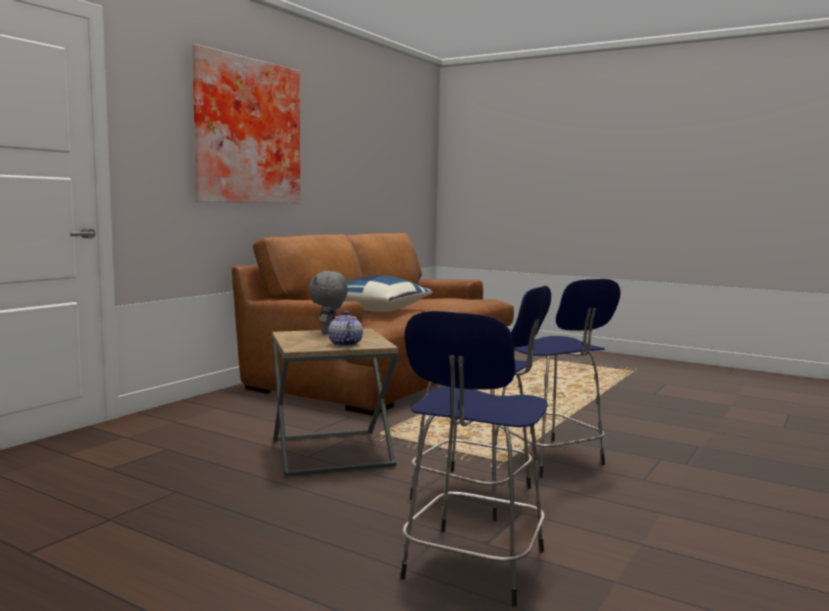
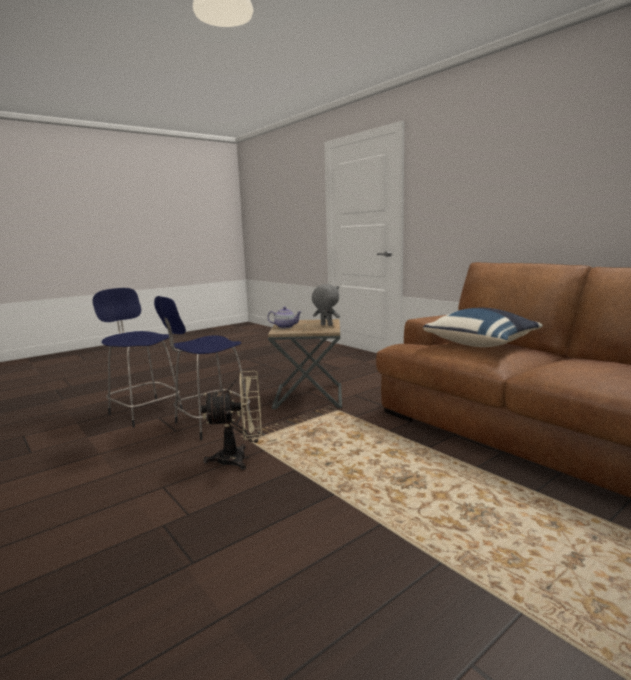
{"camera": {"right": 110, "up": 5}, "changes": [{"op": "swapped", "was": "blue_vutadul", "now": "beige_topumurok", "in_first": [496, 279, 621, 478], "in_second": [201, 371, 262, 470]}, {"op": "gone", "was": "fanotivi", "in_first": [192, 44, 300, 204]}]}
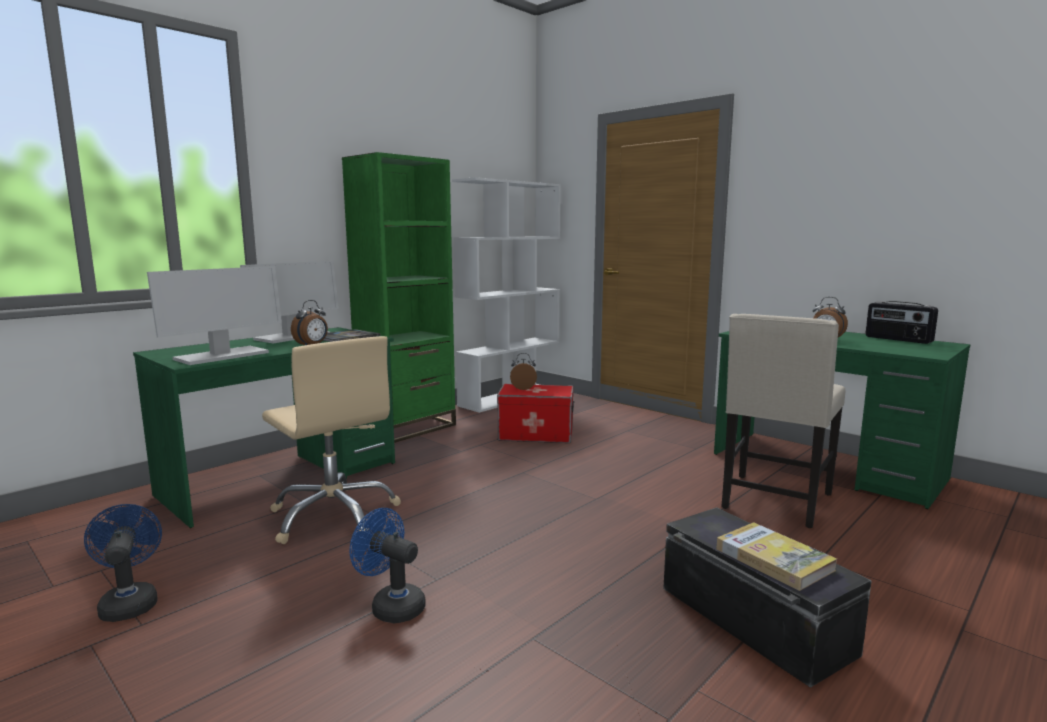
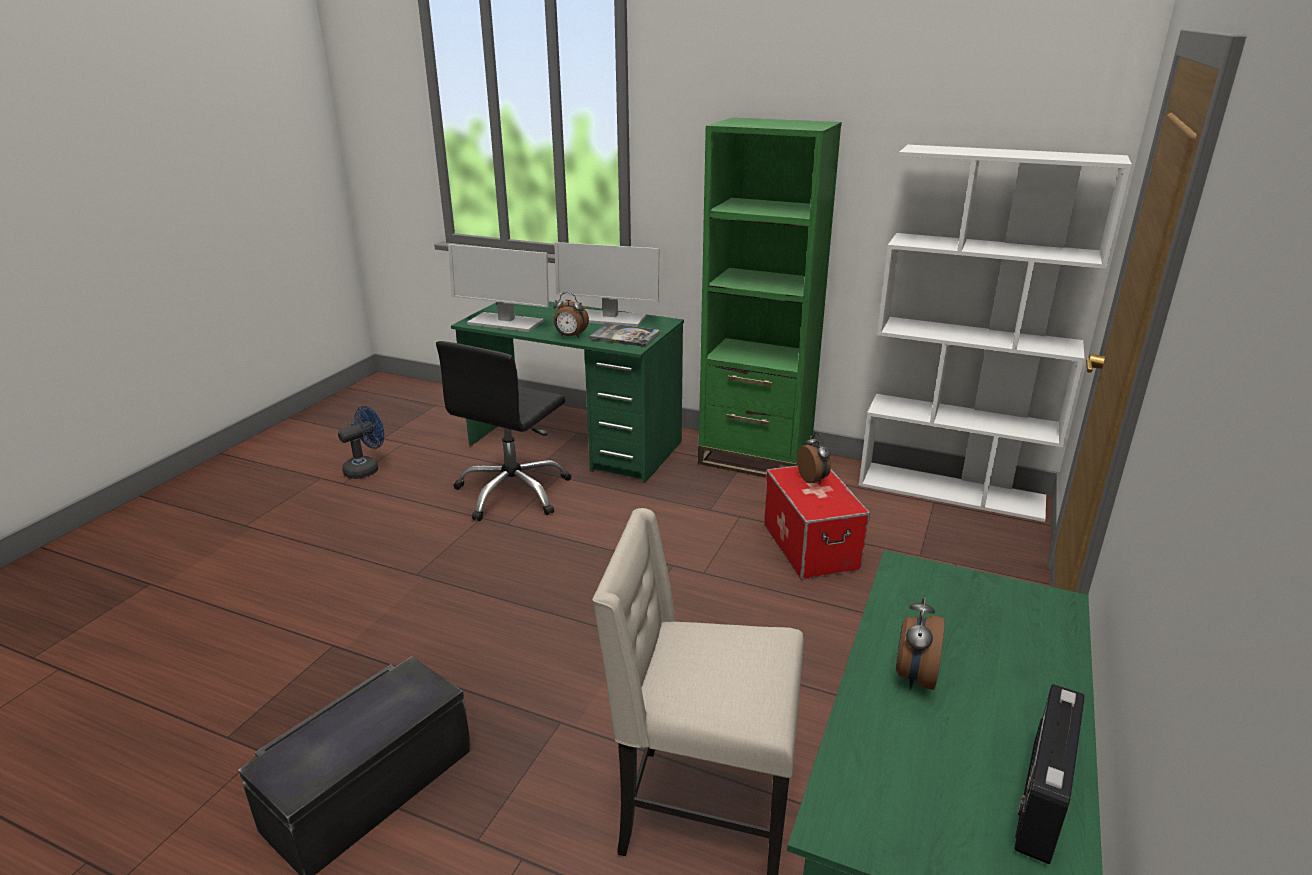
{"camera": {"right": 70, "up": 15}, "changes": [{"op": "repainted", "was": "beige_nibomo", "now": "black_nibomo", "in_first": [262, 336, 401, 544], "in_second": [436, 341, 571, 521]}, {"op": "gone", "was": "blue_topumurok", "in_first": [350, 508, 426, 623]}, {"op": "gone", "was": "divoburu", "in_first": [716, 522, 837, 591]}]}
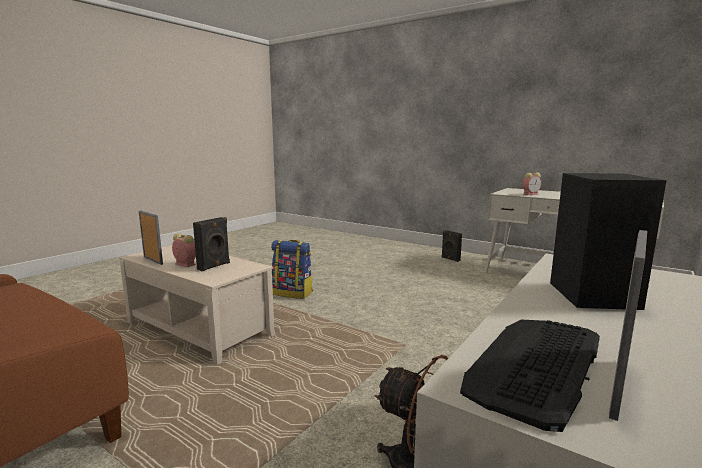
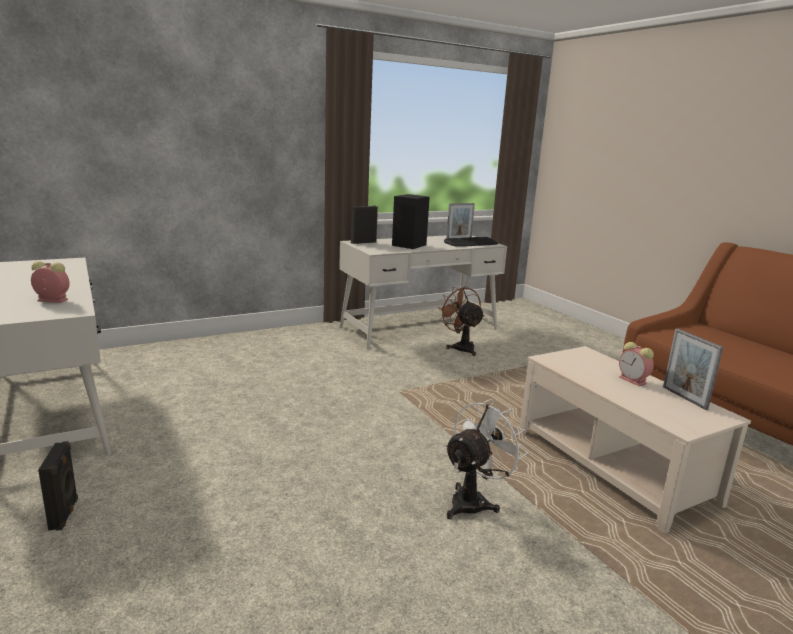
{"camera": {"right": -155, "up": 5}, "changes": [{"op": "shifted", "was": "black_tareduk", "in_first": [193, 217, 230, 271], "in_second": [351, 206, 378, 244]}, {"op": "swapped", "was": "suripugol", "now": "white_topumurok", "in_first": [271, 240, 313, 299], "in_second": [444, 399, 528, 519]}]}
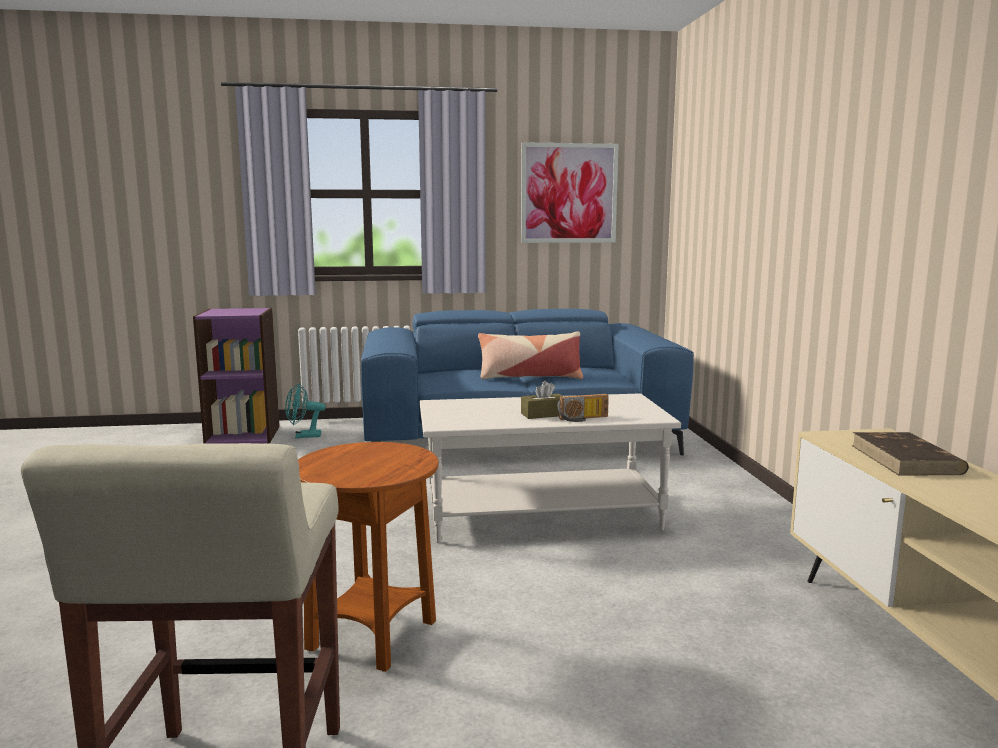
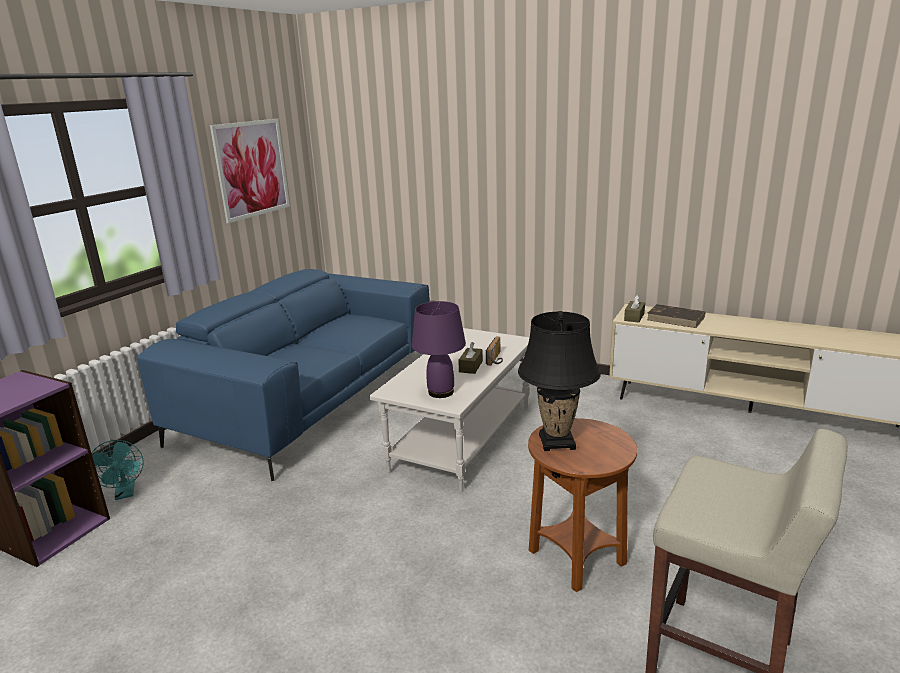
{"camera": {"right": -55, "up": 10}, "changes": [{"op": "rotated", "was": "turquoise_topumurok", "in_first": [285, 383, 326, 438], "in_second": [91, 440, 144, 500], "clockwise": -45}, {"op": "new", "now": "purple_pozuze", "in_second": [412, 301, 466, 398]}, {"op": "new", "now": "black_pozuze", "in_second": [518, 311, 601, 451]}, {"op": "new", "now": "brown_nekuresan", "in_second": [624, 295, 645, 323]}, {"op": "gone", "was": "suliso", "in_first": [478, 331, 583, 380]}]}
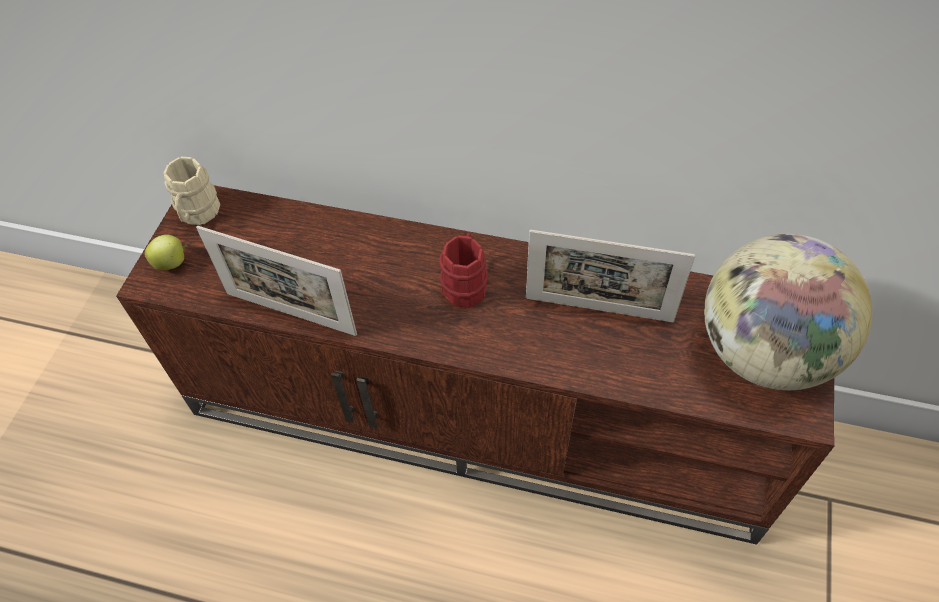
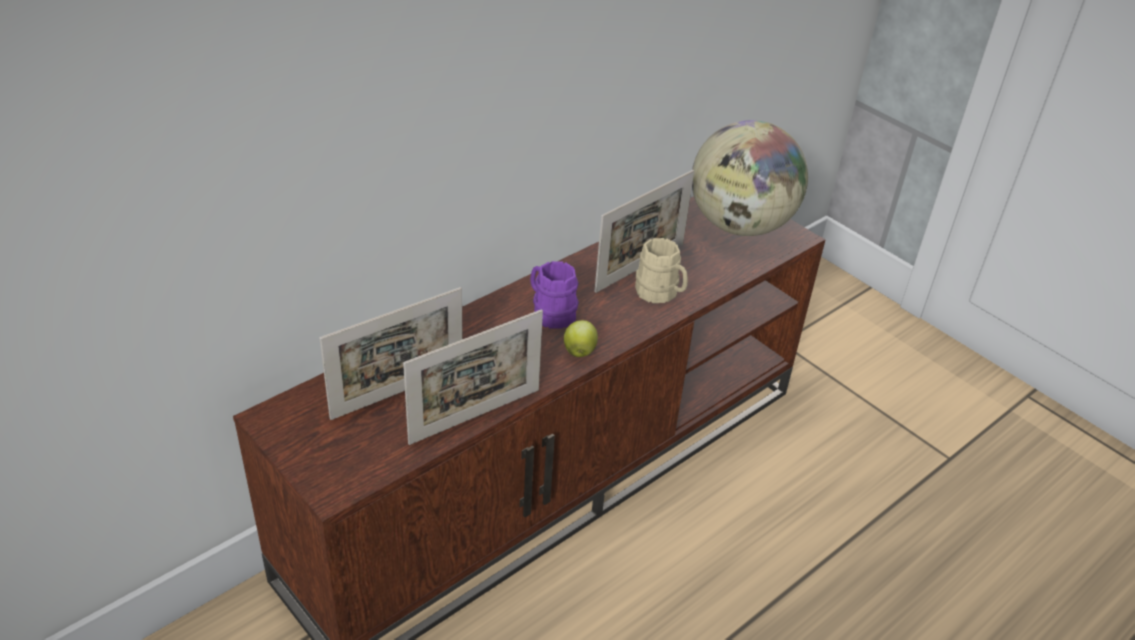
{"camera": {"right": -60, "up": -15}, "changes": [{"op": "new", "now": "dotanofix", "in_second": [319, 287, 463, 420]}, {"op": "repainted", "was": "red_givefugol", "now": "purple_givefugol", "in_first": [439, 233, 488, 308], "in_second": [530, 261, 579, 329]}, {"op": "shifted", "was": "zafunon", "in_first": [144, 235, 187, 270], "in_second": [564, 320, 598, 357]}, {"op": "shifted", "was": "beige_givefugol", "in_first": [164, 157, 220, 225], "in_second": [635, 238, 688, 303]}]}
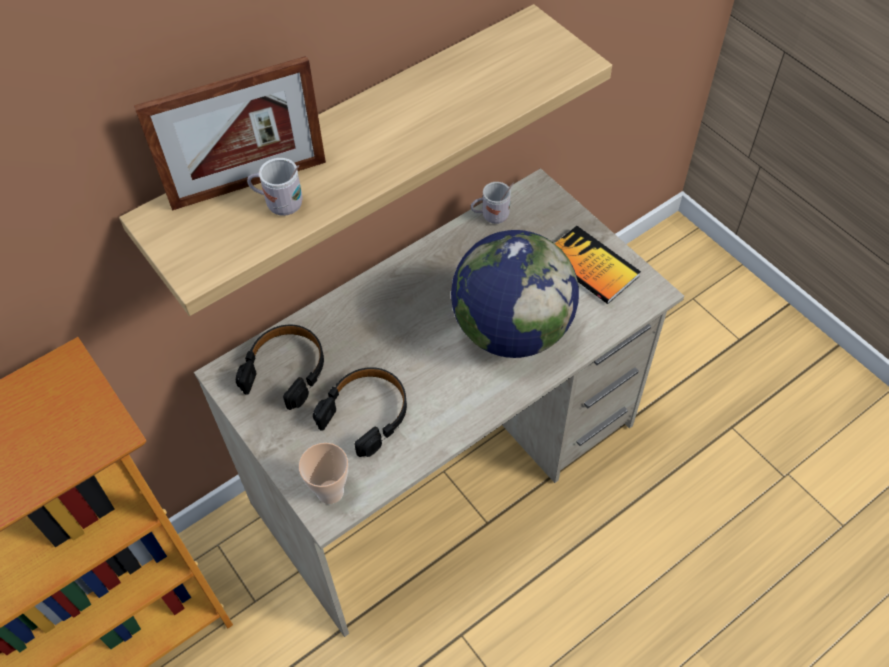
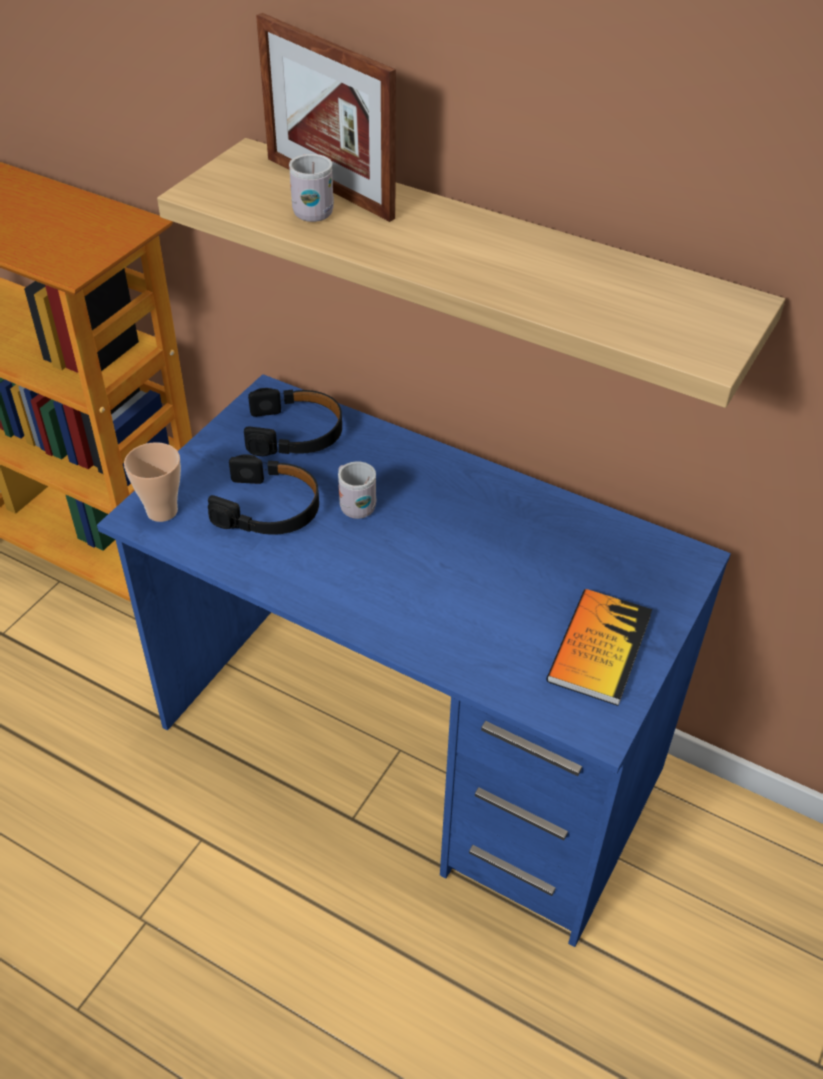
{"camera": {"right": 65, "up": -10}, "changes": [{"op": "repainted", "was": "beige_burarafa", "now": "blue_burarafa", "in_first": [194, 168, 684, 637], "in_second": [97, 374, 731, 947]}, {"op": "shifted", "was": "white_givefugol", "in_first": [471, 182, 514, 224], "in_second": [338, 461, 376, 519]}, {"op": "gone", "was": "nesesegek", "in_first": [451, 230, 579, 358]}]}
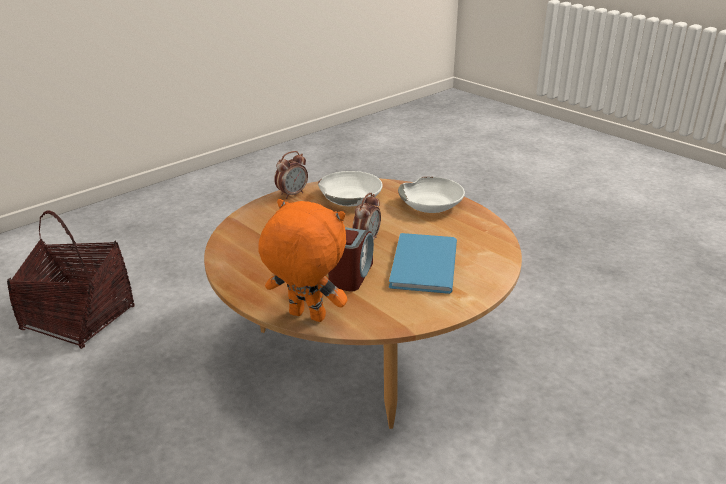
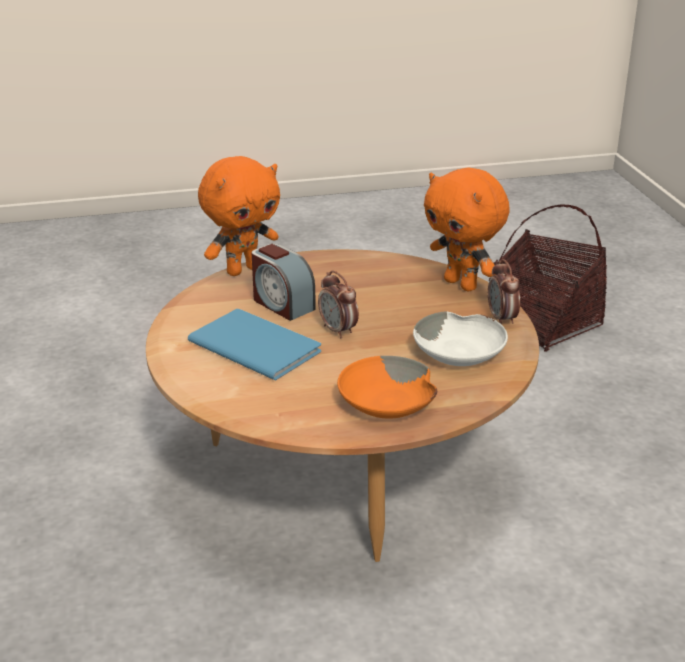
{"camera": {"right": 120, "up": 0}, "changes": [{"op": "repainted", "was": "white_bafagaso", "now": "orange_bafagaso", "in_first": [398, 177, 465, 213], "in_second": [337, 356, 438, 419]}, {"op": "new", "now": "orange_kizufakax", "in_second": [424, 167, 510, 291]}]}
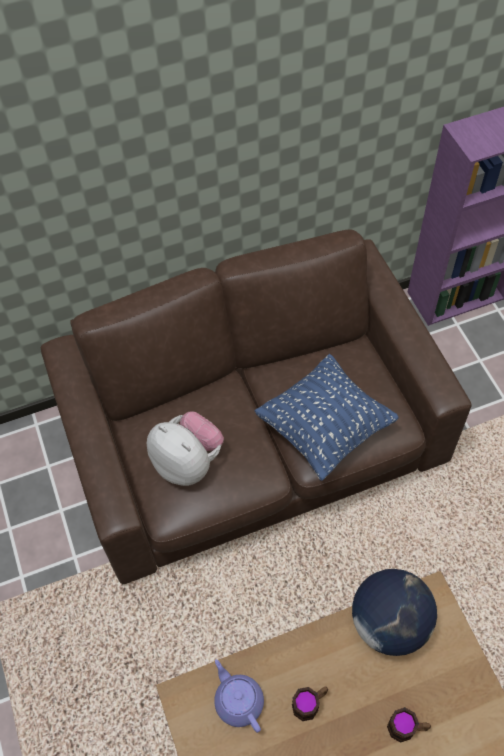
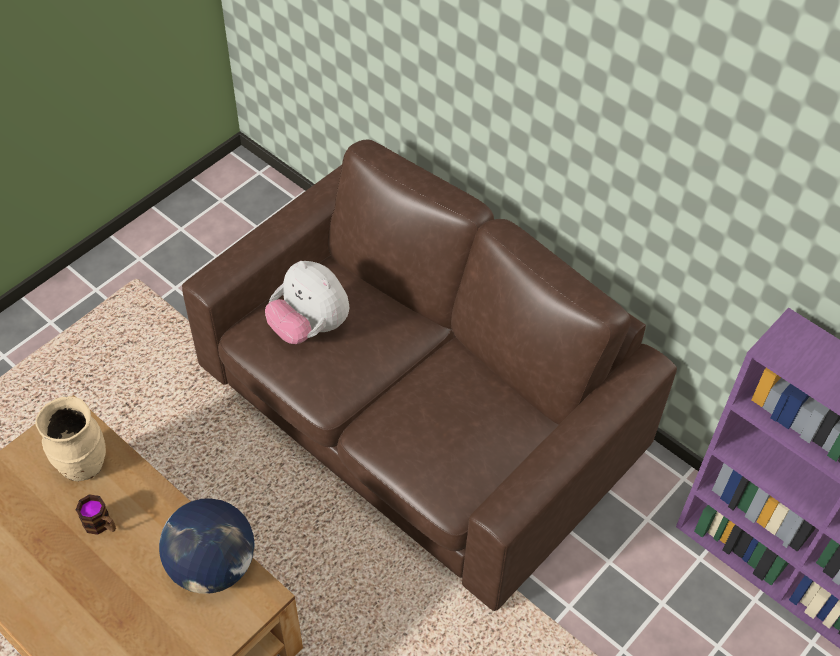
{"camera": {"right": 60, "up": -5}, "changes": [{"op": "swapped", "was": "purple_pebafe", "now": "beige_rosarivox", "in_first": [214, 659, 264, 733], "in_second": [35, 396, 106, 481]}, {"op": "rotated", "was": "kizufakax", "in_first": [147, 411, 224, 486], "in_second": [265, 261, 349, 344], "clockwise": 120}, {"op": "gone", "was": "blue_suliso", "in_first": [254, 354, 399, 481]}, {"op": "gone", "was": "givefugol", "in_first": [387, 707, 431, 742]}]}
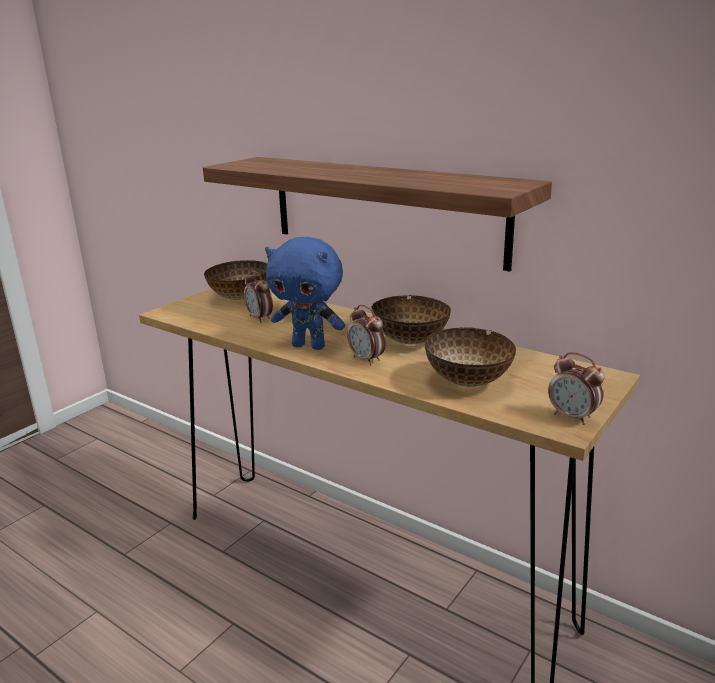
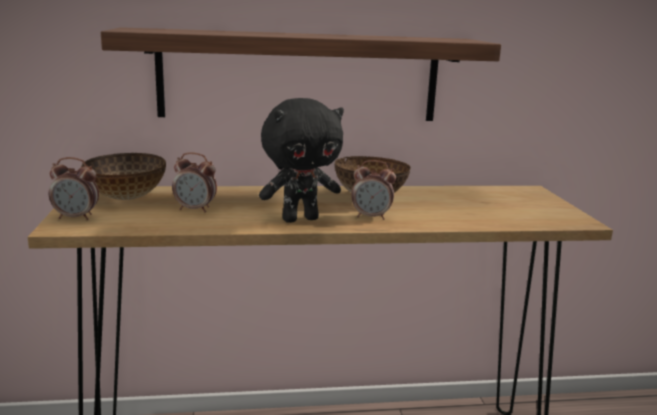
{"camera": {"right": -45, "up": -5}, "changes": [{"op": "shifted", "was": "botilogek", "in_first": [548, 352, 604, 425], "in_second": [49, 157, 99, 220]}, {"op": "repainted", "was": "blue_kizufakax", "now": "black_kizufakax", "in_first": [265, 237, 345, 350], "in_second": [259, 98, 344, 223]}, {"op": "gone", "was": "bafagaso", "in_first": [425, 327, 516, 387]}]}
